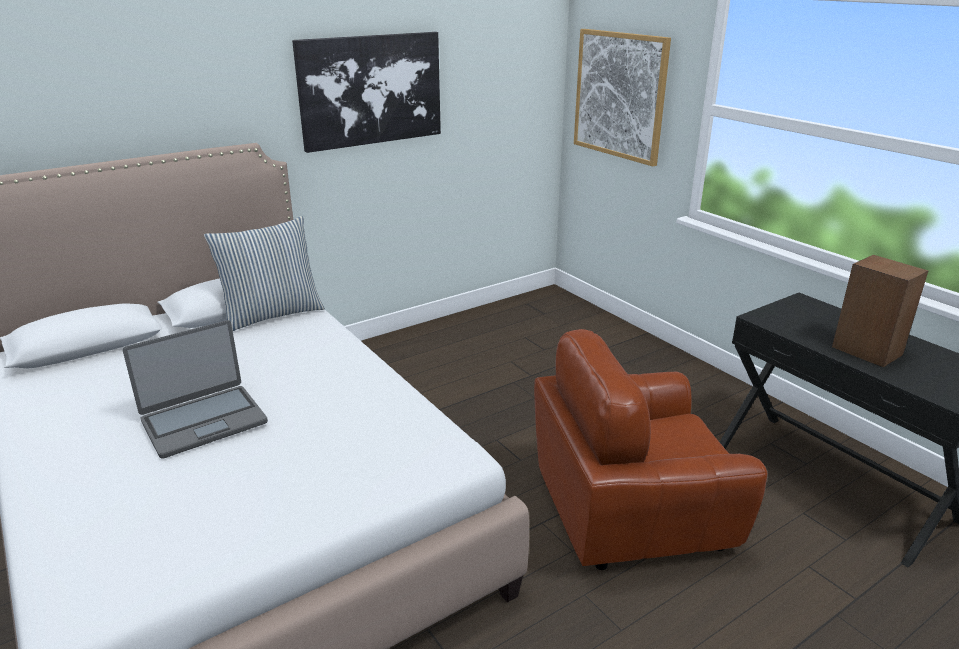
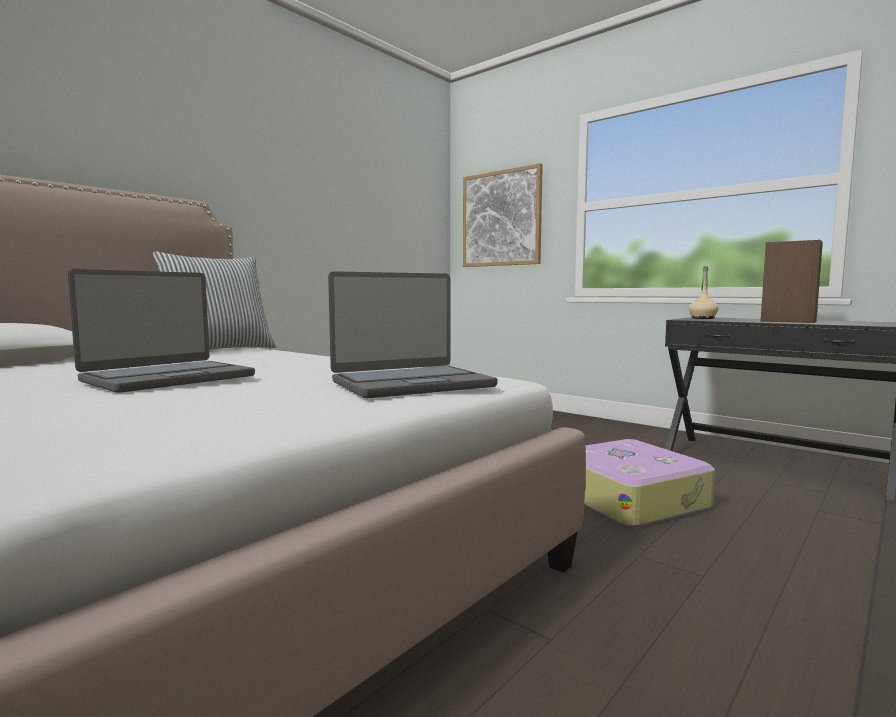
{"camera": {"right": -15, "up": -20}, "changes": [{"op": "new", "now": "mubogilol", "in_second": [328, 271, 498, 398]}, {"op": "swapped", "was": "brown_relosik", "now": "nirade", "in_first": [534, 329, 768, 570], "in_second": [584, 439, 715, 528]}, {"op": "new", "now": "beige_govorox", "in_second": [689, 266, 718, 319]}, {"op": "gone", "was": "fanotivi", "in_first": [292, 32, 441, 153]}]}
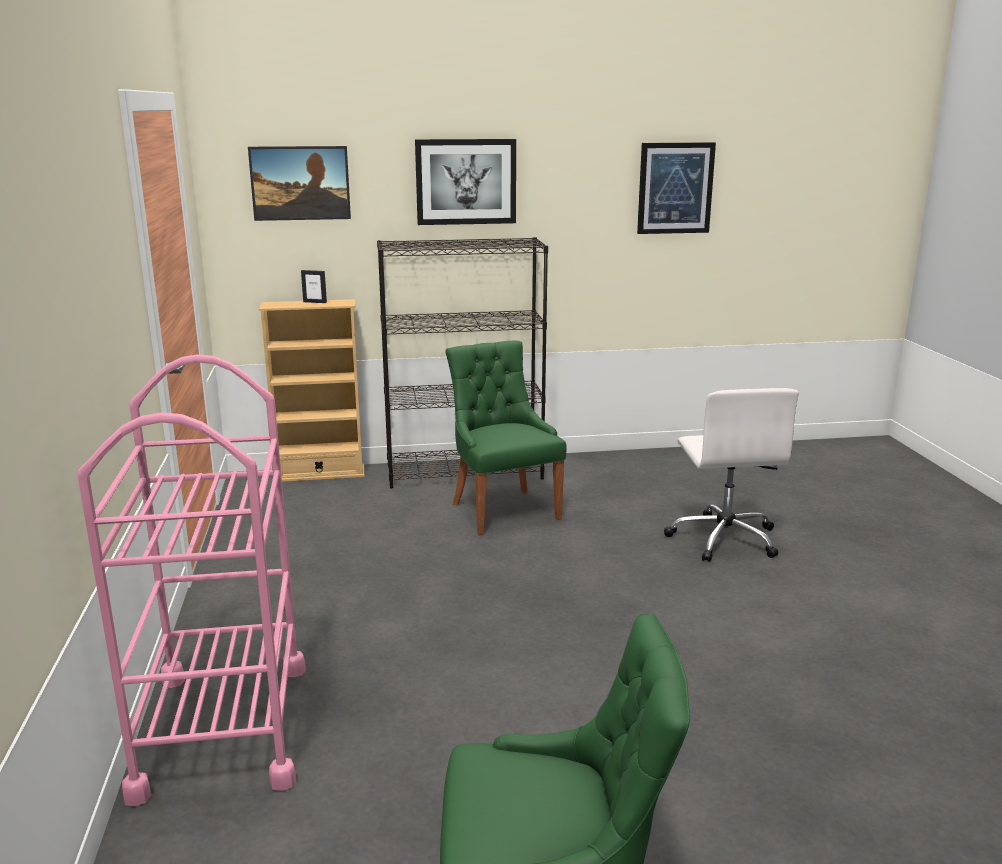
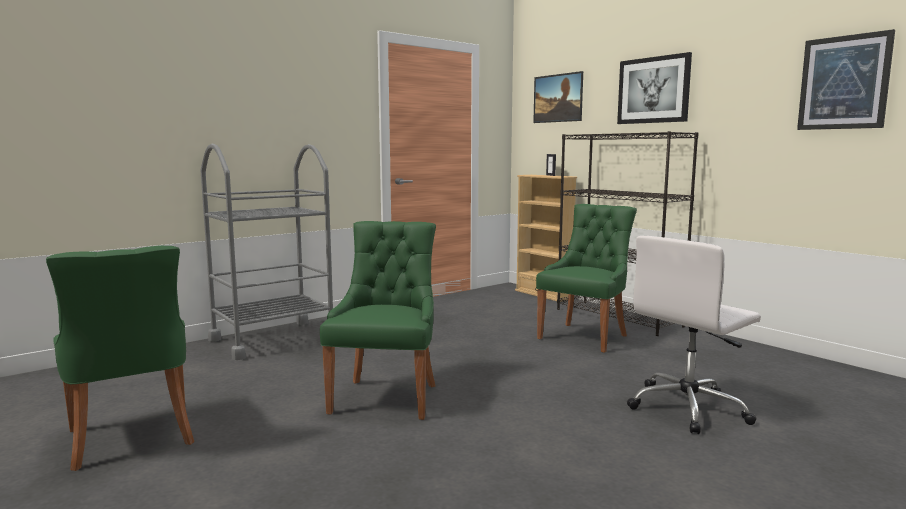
{"camera": {"right": 60, "up": -10}, "changes": [{"op": "repainted", "was": "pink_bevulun", "now": "grey_bevulun", "in_first": [78, 354, 306, 806], "in_second": [201, 143, 333, 360]}, {"op": "new", "now": "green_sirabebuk", "in_second": [320, 221, 436, 420]}]}
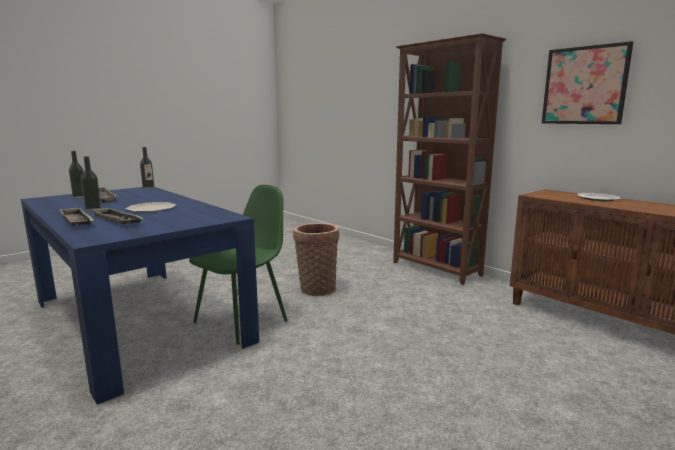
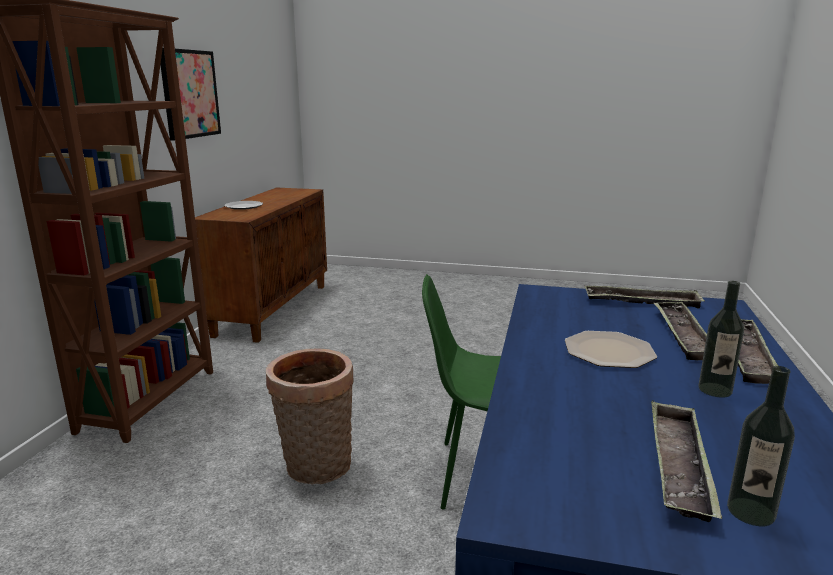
{"camera": {"right": -125, "up": 5}, "changes": [{"op": "new", "now": "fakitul", "in_second": [585, 286, 705, 308]}, {"op": "gone", "was": "govorox", "in_first": [140, 147, 154, 189]}]}
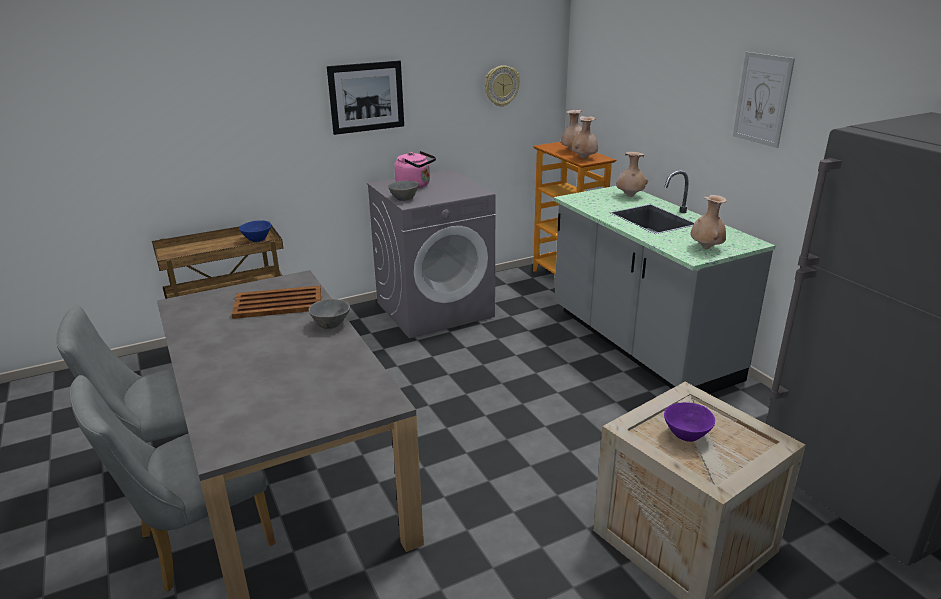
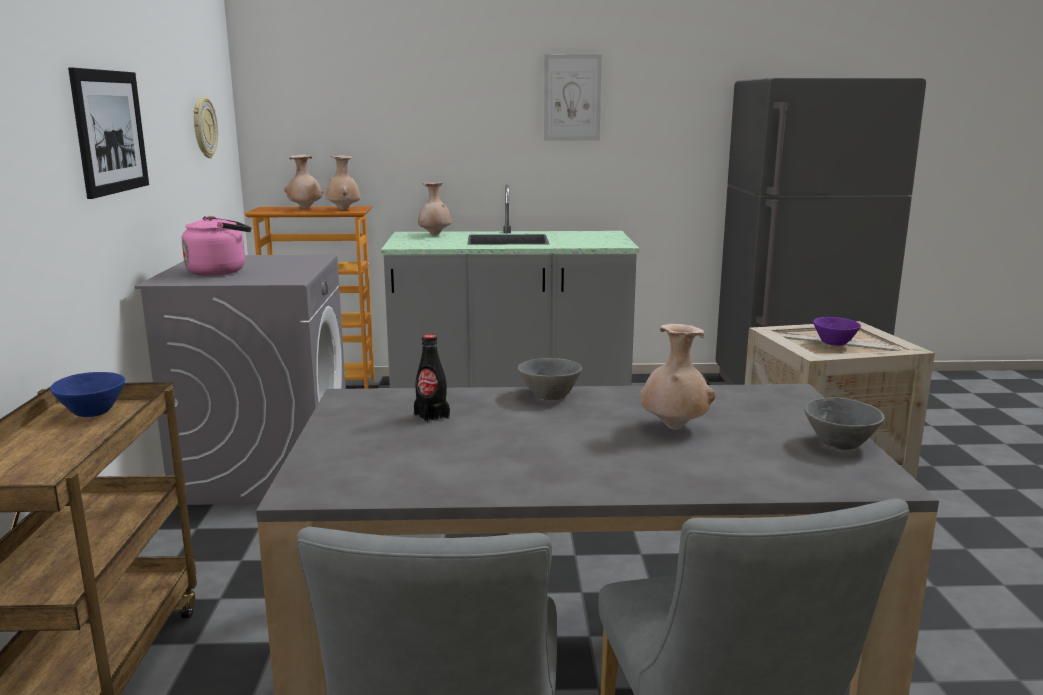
{"camera": {"right": -65, "up": -10}, "changes": [{"op": "swapped", "was": "brown_fakitul", "now": "black_govorox", "in_first": [231, 285, 321, 319], "in_second": [414, 334, 450, 423]}, {"op": "shifted", "was": "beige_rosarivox", "in_first": [691, 195, 727, 249], "in_second": [640, 324, 715, 430]}, {"op": "shifted", "was": "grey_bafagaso", "in_first": [388, 181, 419, 201], "in_second": [804, 397, 885, 450]}]}
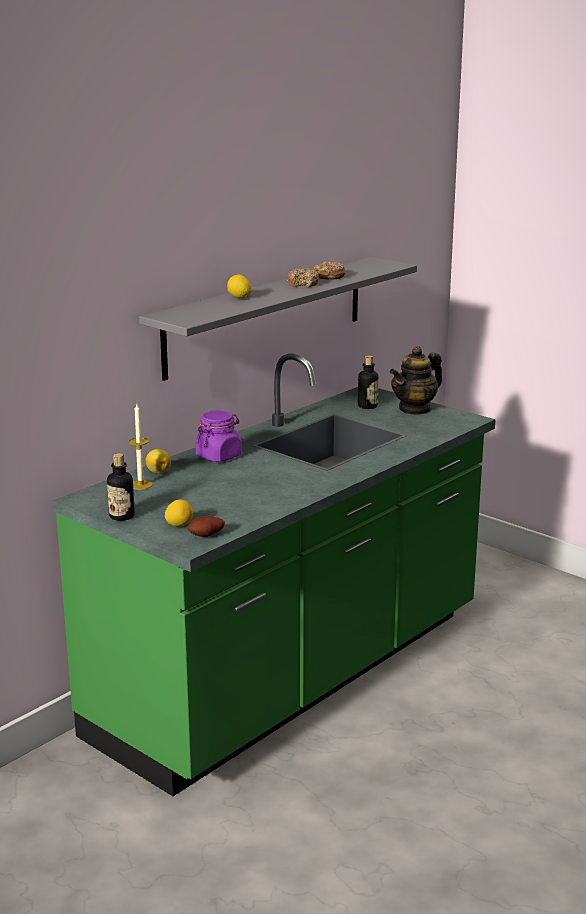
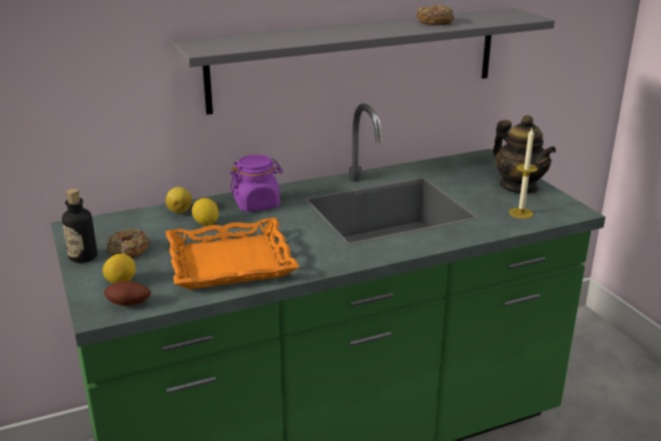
{"camera": {"right": 25, "up": 5}, "changes": [{"op": "shifted", "was": "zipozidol", "in_first": [287, 269, 319, 287], "in_second": [106, 228, 150, 258]}, {"op": "new", "now": "orange_fakitul", "in_second": [166, 218, 299, 289]}, {"op": "shifted", "was": "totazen", "in_first": [227, 274, 251, 299], "in_second": [192, 198, 219, 226]}, {"op": "rotated", "was": "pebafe", "in_first": [389, 346, 442, 415], "in_second": [493, 115, 556, 194], "clockwise": -105}, {"op": "shifted", "was": "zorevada", "in_first": [129, 404, 152, 490], "in_second": [509, 128, 538, 219]}, {"op": "gone", "was": "govorox", "in_first": [358, 355, 379, 409]}]}
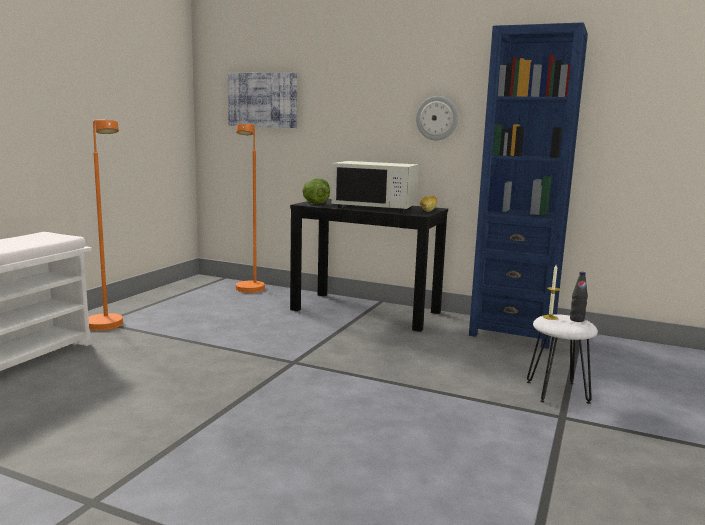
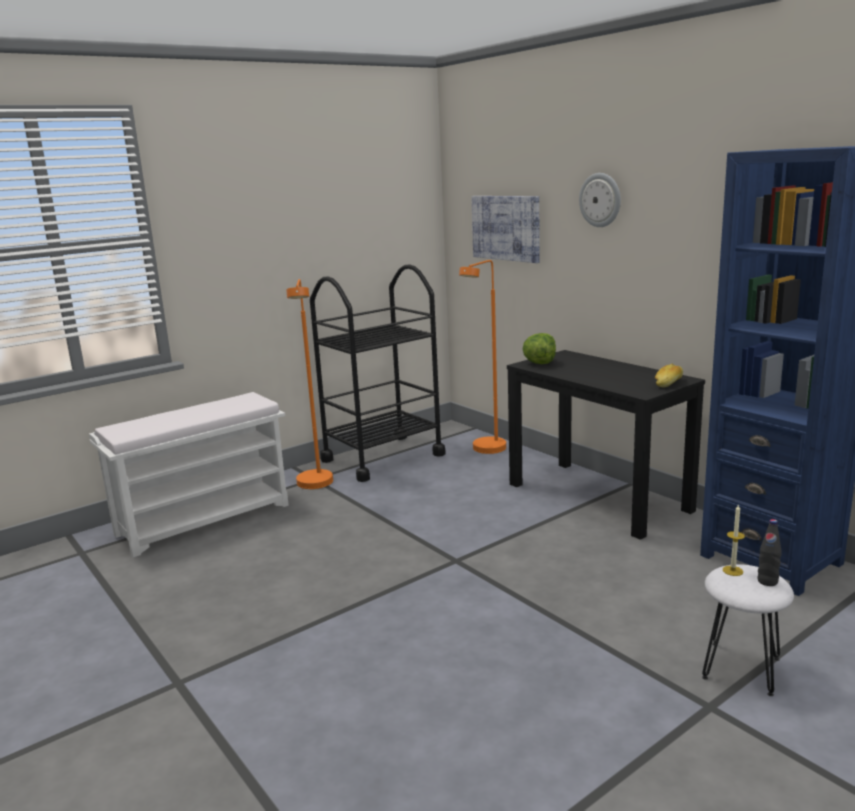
{"camera": {"right": 30, "up": 5}, "changes": [{"op": "new", "now": "black_bevulun", "in_second": [310, 264, 446, 482]}, {"op": "shifted", "was": "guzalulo", "in_first": [416, 96, 458, 140], "in_second": [579, 173, 621, 227]}, {"op": "gone", "was": "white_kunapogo", "in_first": [332, 161, 419, 213]}]}
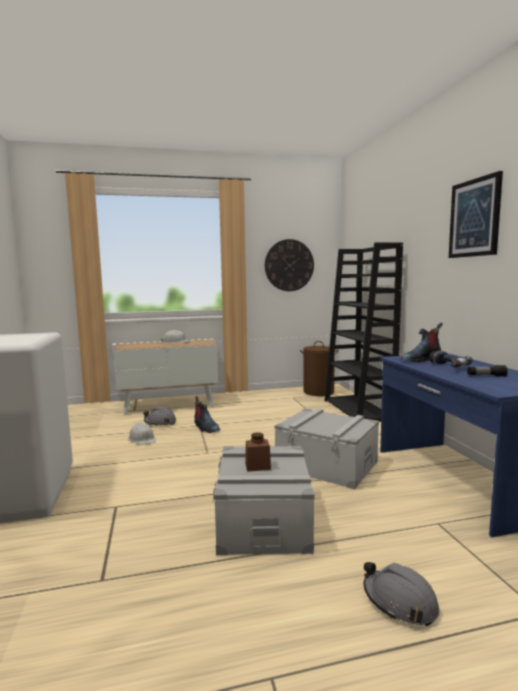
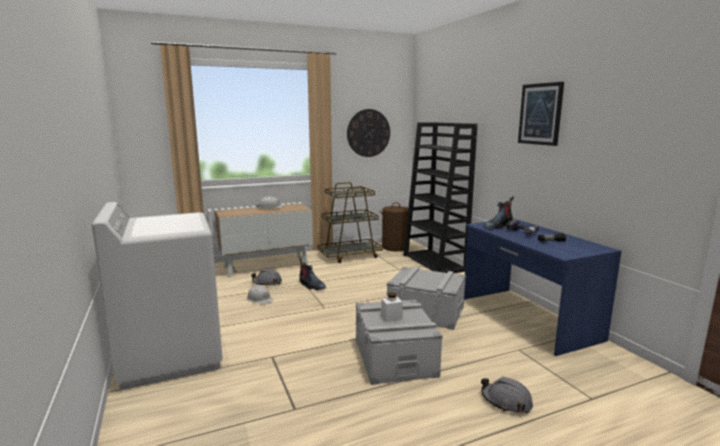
{"camera": {"right": -10, "up": 5}, "changes": [{"op": "new", "now": "brown_bevulun", "in_second": [317, 182, 383, 263]}, {"op": "repainted", "was": "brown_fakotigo", "now": "white_fakotigo", "in_first": [245, 432, 271, 472], "in_second": [381, 292, 403, 322]}]}
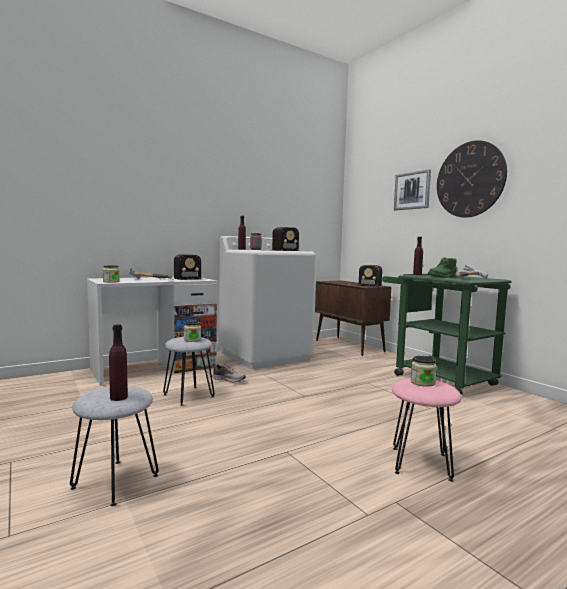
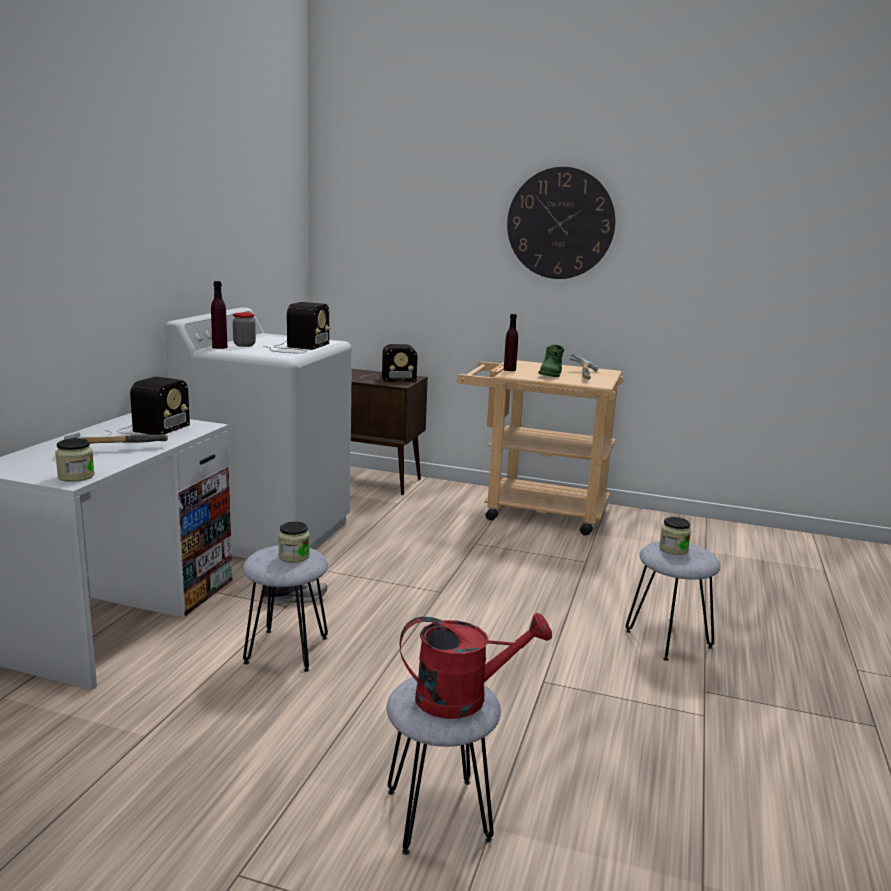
{"camera": {"right": -40, "up": 10}, "changes": [{"op": "swapped", "was": "purple_govorox", "now": "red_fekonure", "in_first": [109, 324, 128, 401], "in_second": [400, 612, 552, 719]}, {"op": "repainted", "was": "green_bevulun", "now": "beige_bevulun", "in_first": [382, 274, 512, 395], "in_second": [457, 360, 624, 535]}, {"op": "repainted", "was": "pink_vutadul", "now": "grey_vutadul", "in_first": [392, 378, 462, 482], "in_second": [626, 541, 720, 661]}, {"op": "gone", "was": "fanotivi", "in_first": [394, 169, 431, 210]}]}
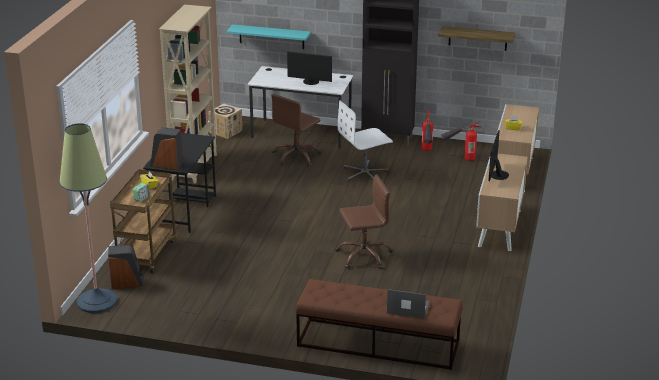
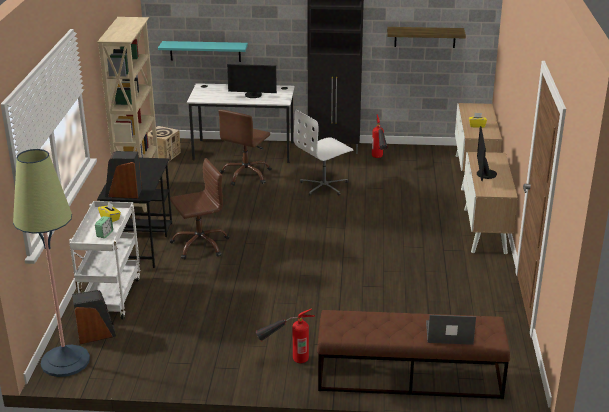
{"camera": {"right": -10, "up": 0}, "changes": [{"op": "repainted", "was": "brown_bevulun", "now": "white_bevulun", "in_first": [110, 169, 176, 273], "in_second": [69, 201, 140, 320]}, {"op": "shifted", "was": "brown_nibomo", "in_first": [336, 174, 393, 269], "in_second": [170, 158, 229, 259]}, {"op": "shifted", "was": "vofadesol", "in_first": [441, 122, 482, 161], "in_second": [256, 308, 315, 363]}]}
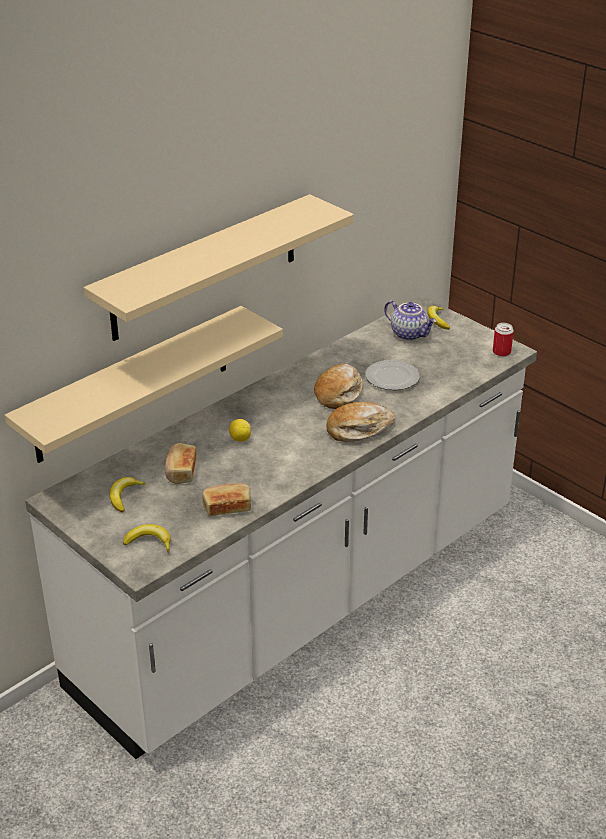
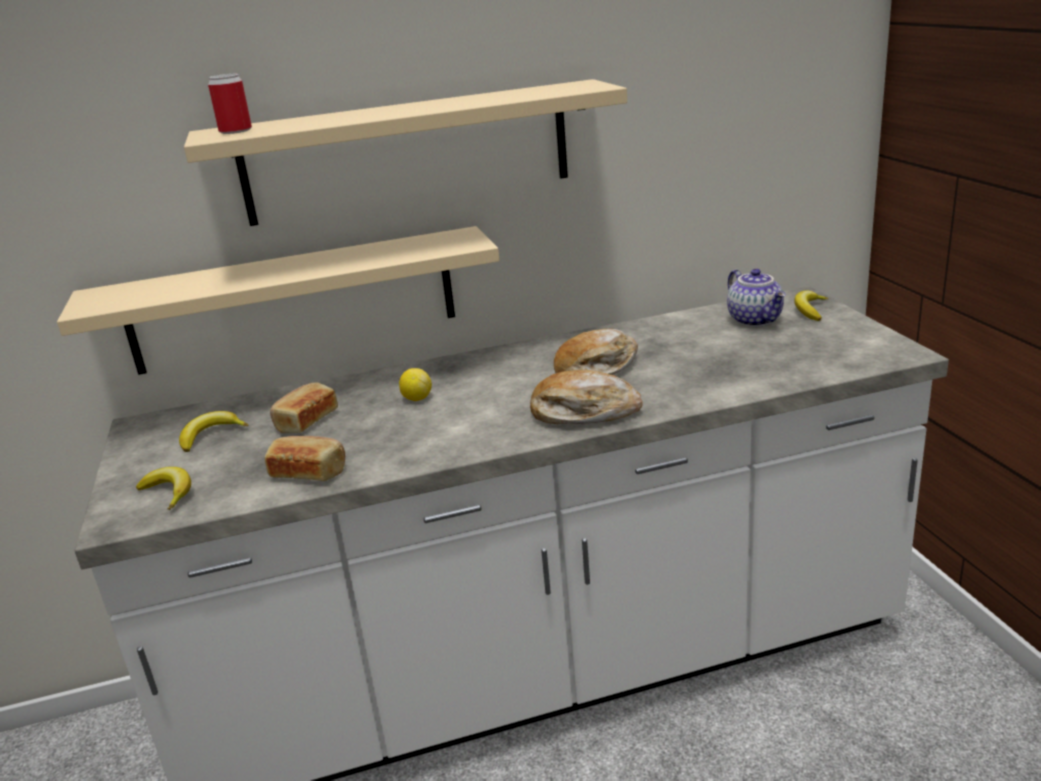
{"camera": {"right": 30, "up": -10}, "changes": [{"op": "shifted", "was": "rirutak", "in_first": [493, 323, 514, 357], "in_second": [208, 74, 252, 134]}, {"op": "gone", "was": "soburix", "in_first": [365, 360, 419, 390]}]}
